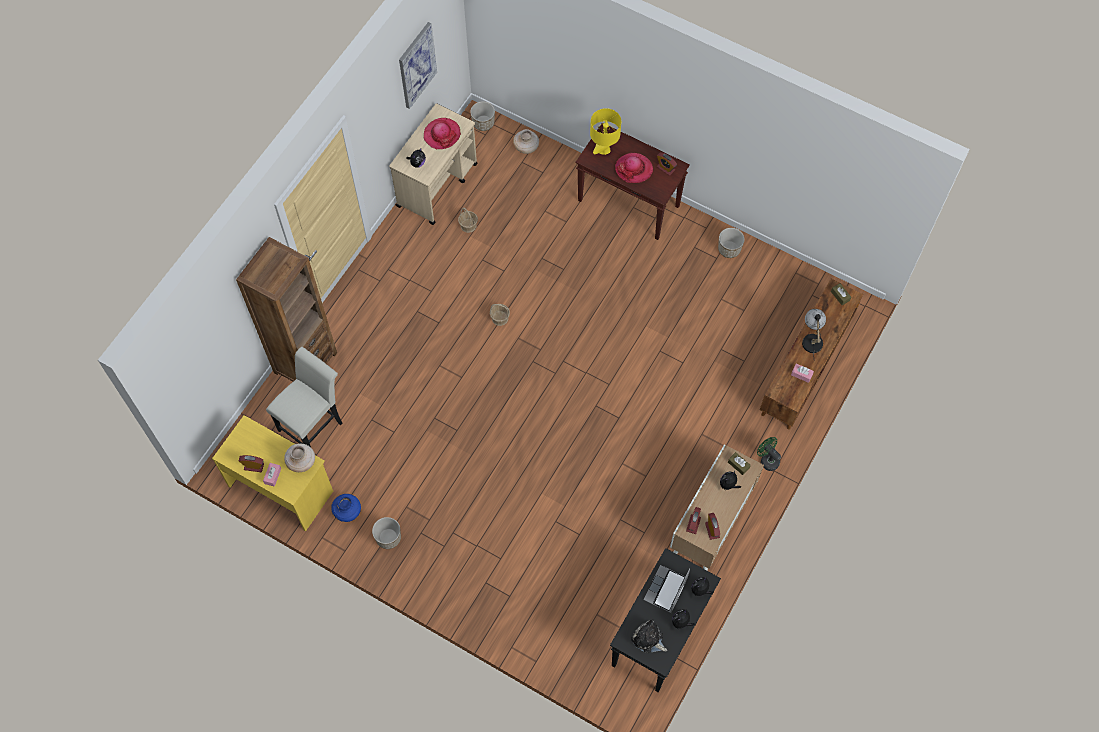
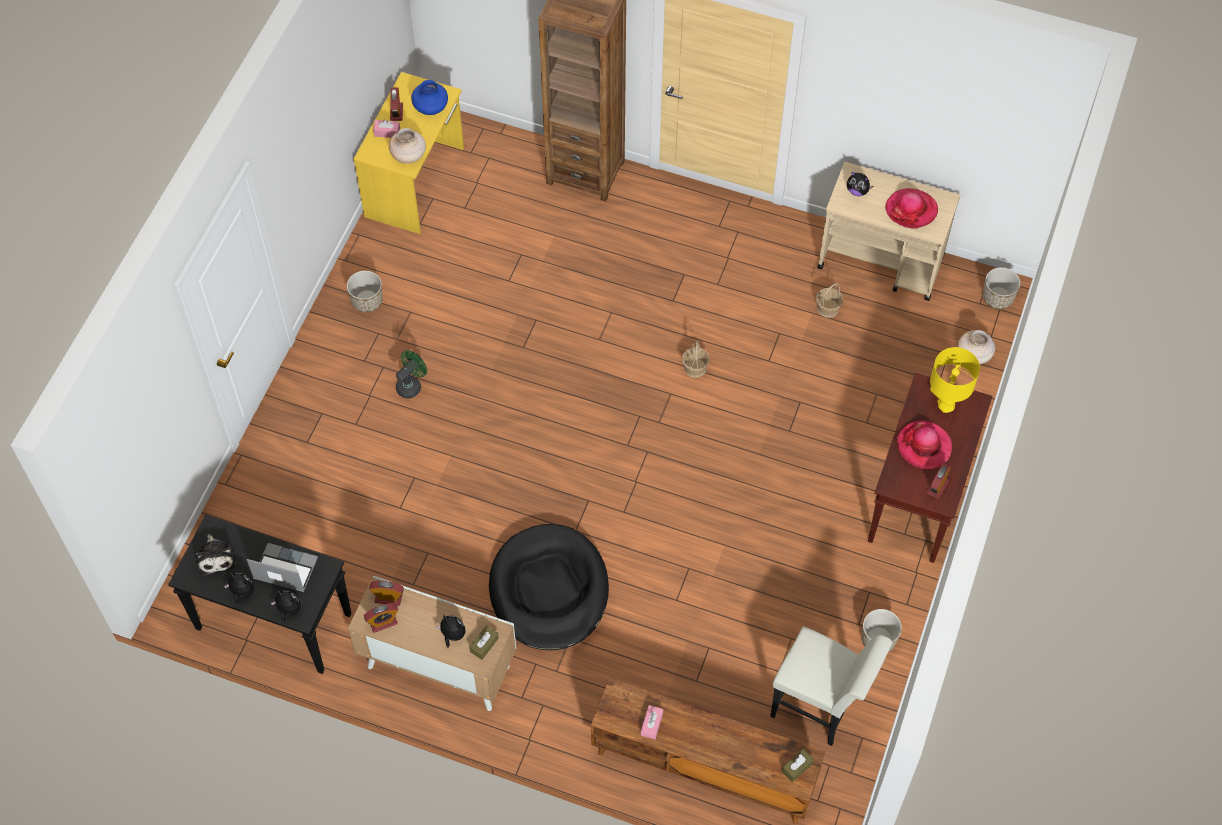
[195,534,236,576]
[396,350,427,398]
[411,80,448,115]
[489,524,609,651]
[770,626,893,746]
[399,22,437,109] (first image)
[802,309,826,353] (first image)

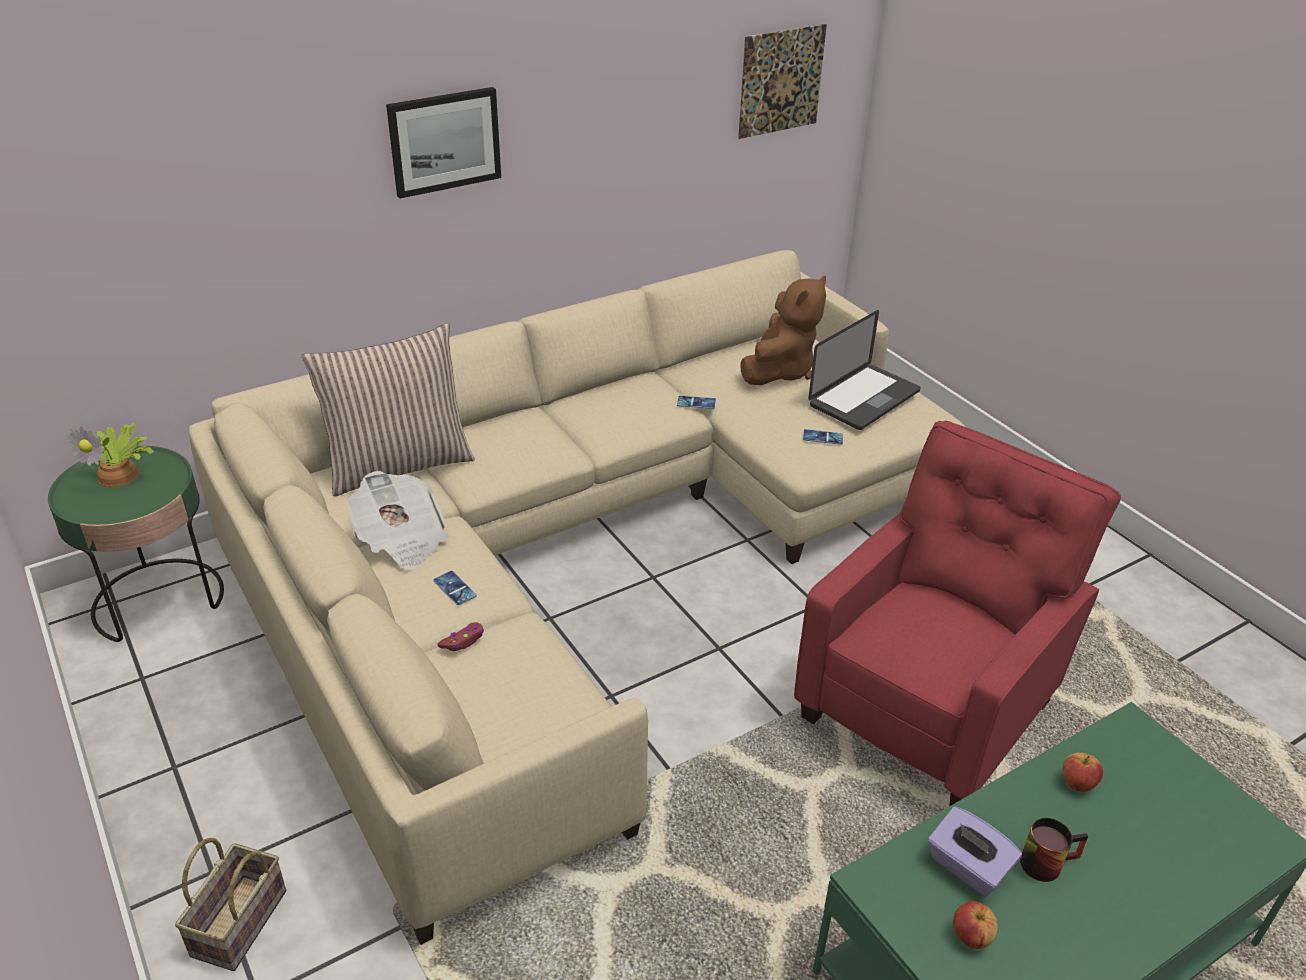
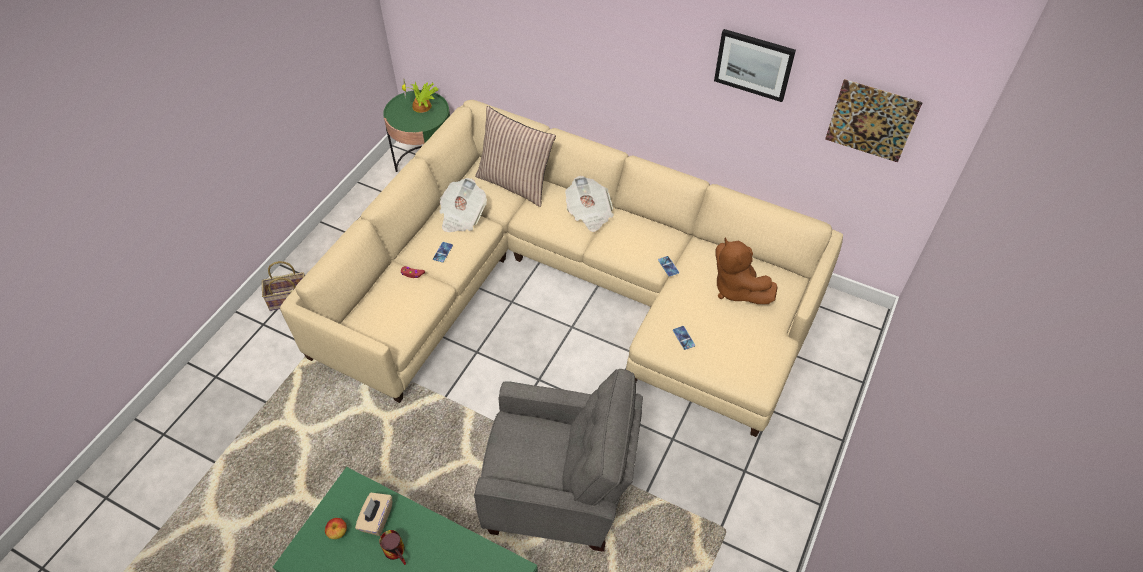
[355,493,392,536]
[474,369,643,552]
[565,176,614,232]
[714,29,796,102]
[715,238,778,304]
[808,310,921,430] (first image)
[1062,753,1103,792] (first image)

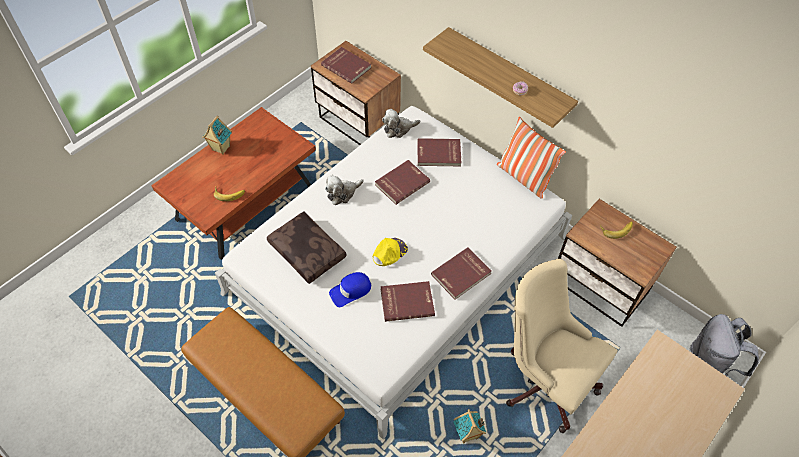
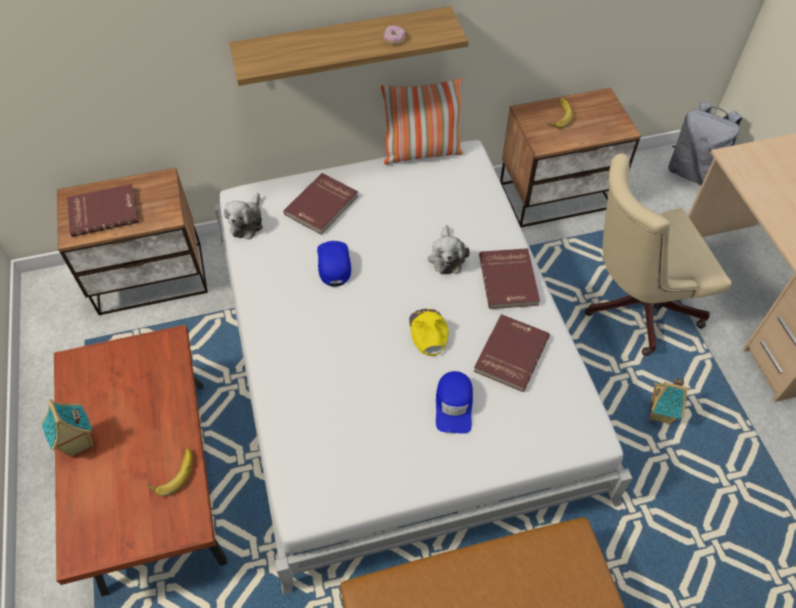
[317,241,351,286]
[428,225,470,274]
[267,212,346,284] (first image)

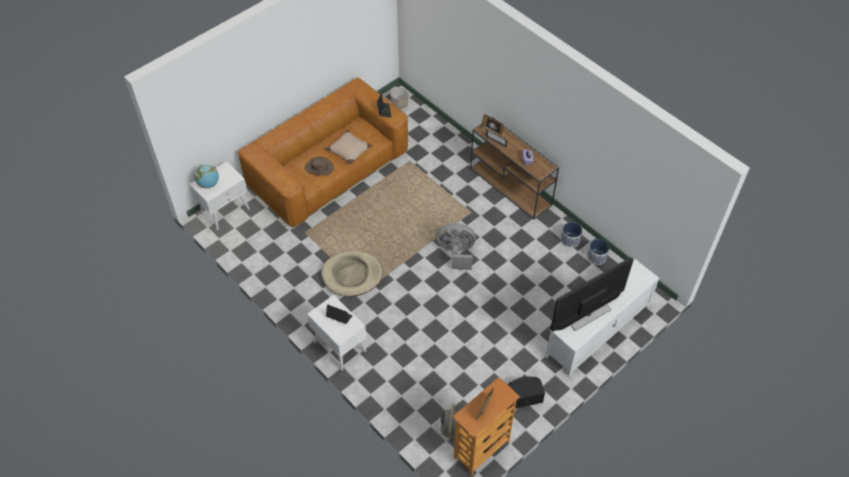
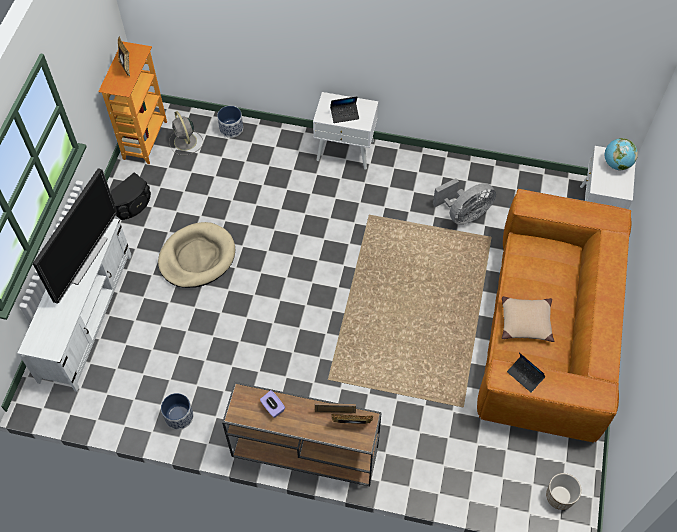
[158,222,235,288]
[217,106,243,138]
[433,178,496,225]
[305,157,334,176] (first image)

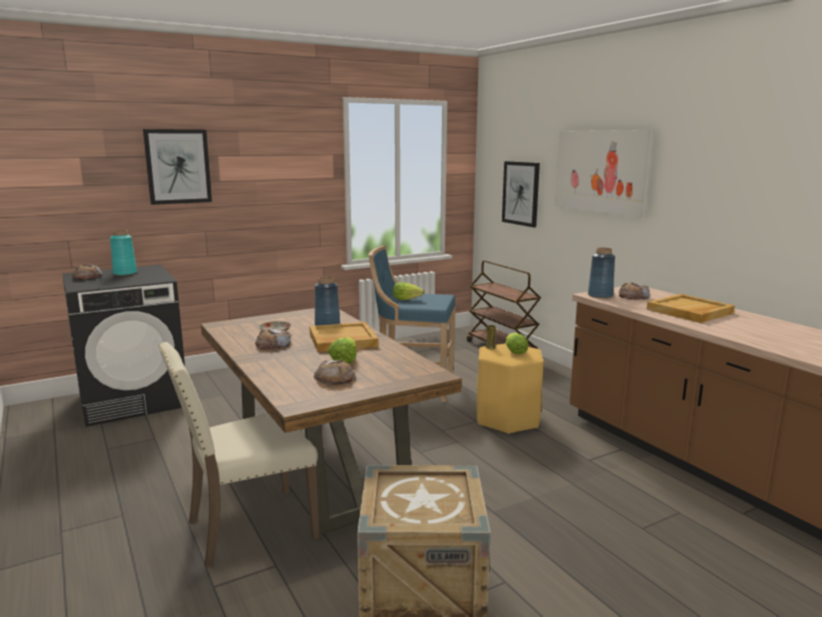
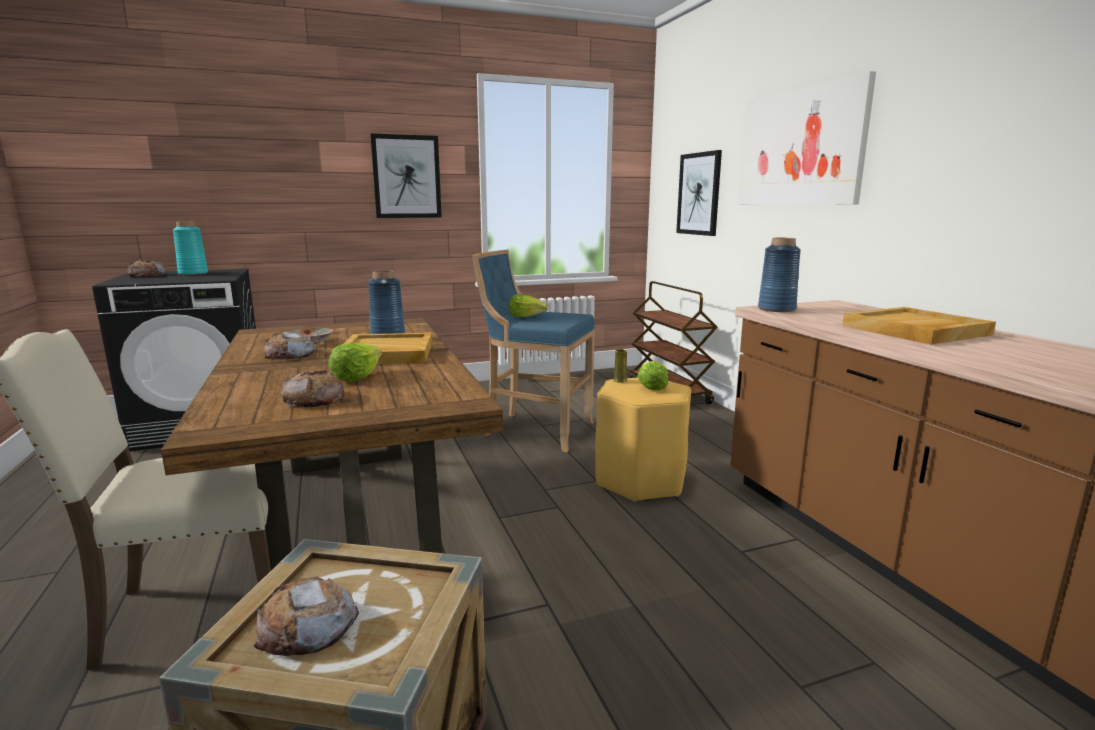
[254,577,359,656]
[370,133,442,218]

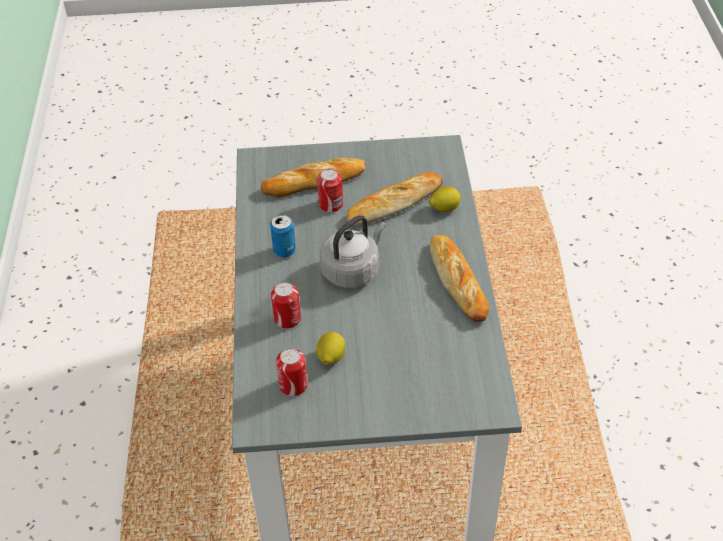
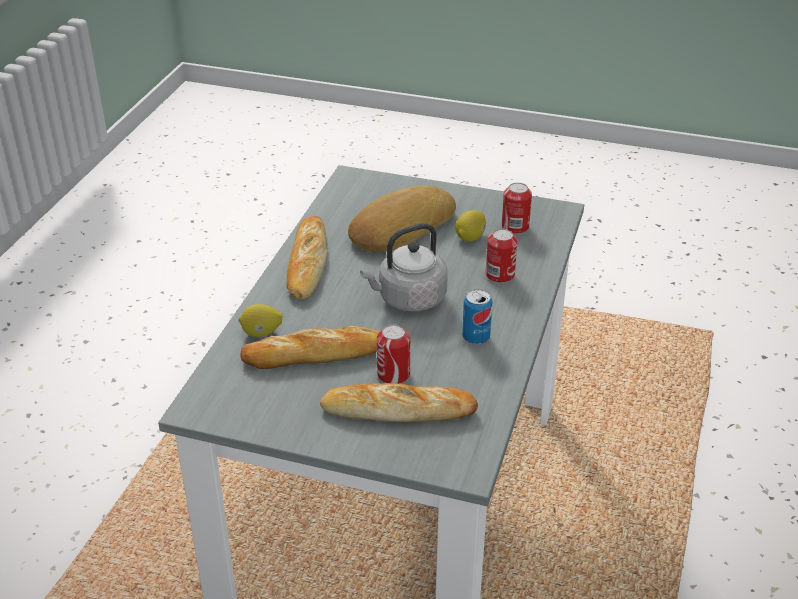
[348,186,456,252]

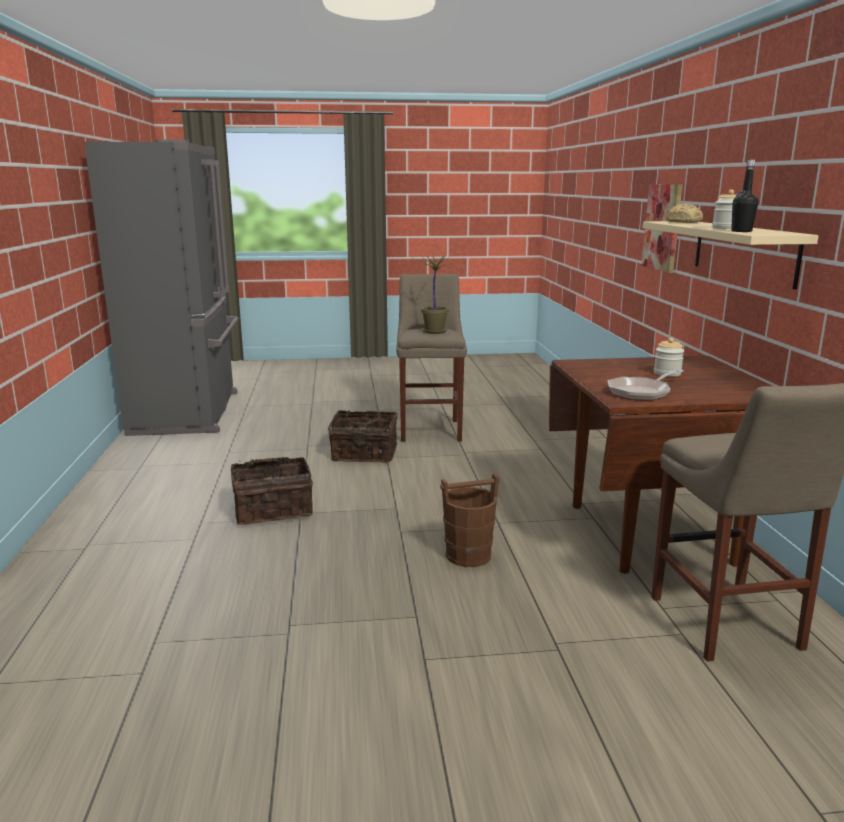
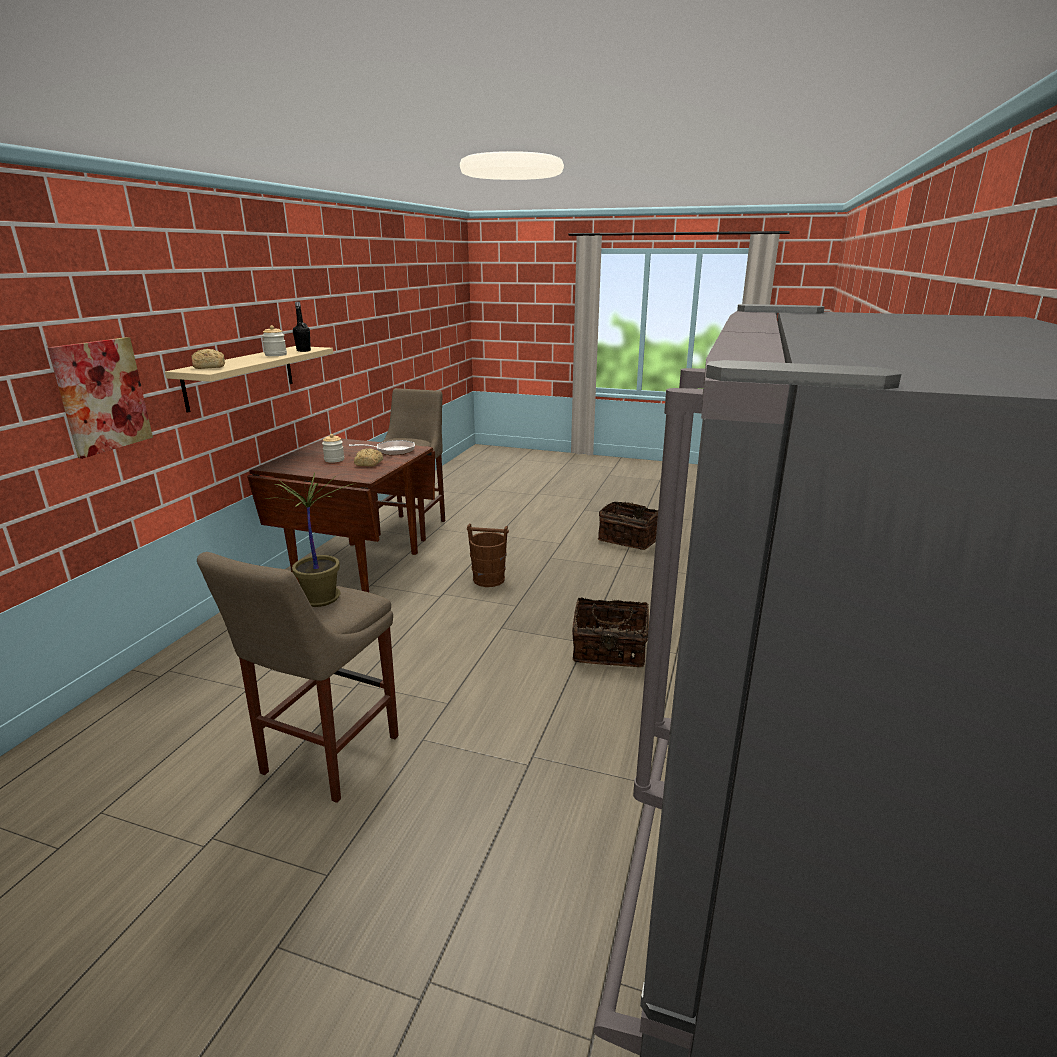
[354,448,383,467]
[598,501,658,550]

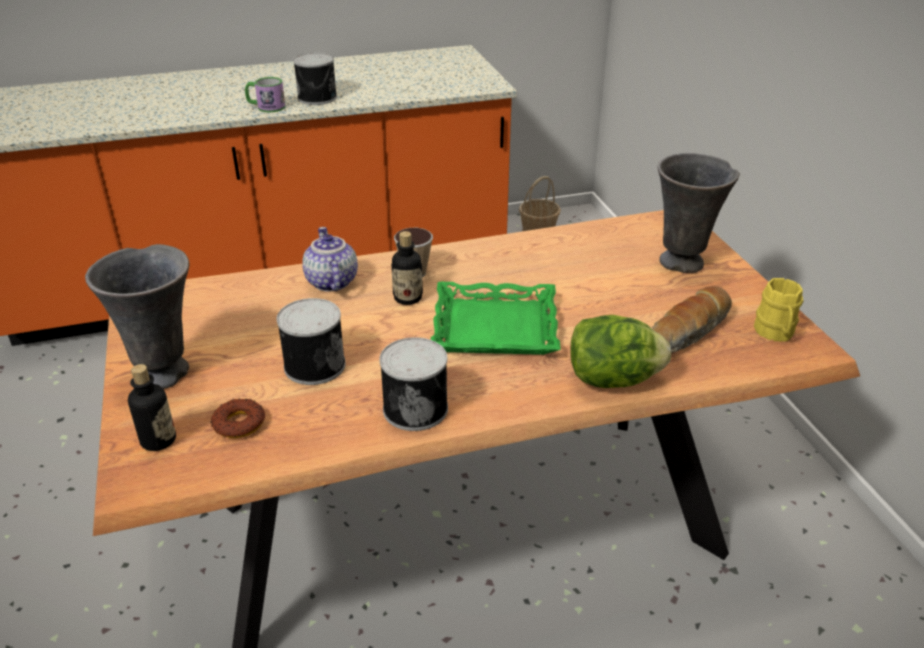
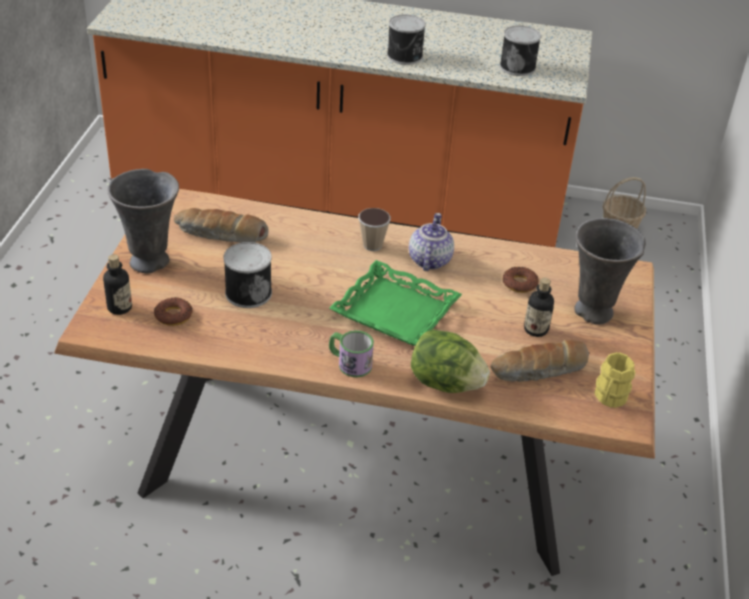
[174,208,269,243]
[329,330,374,377]
[409,213,454,271]
[500,26,541,76]
[503,267,538,293]
[524,278,554,337]

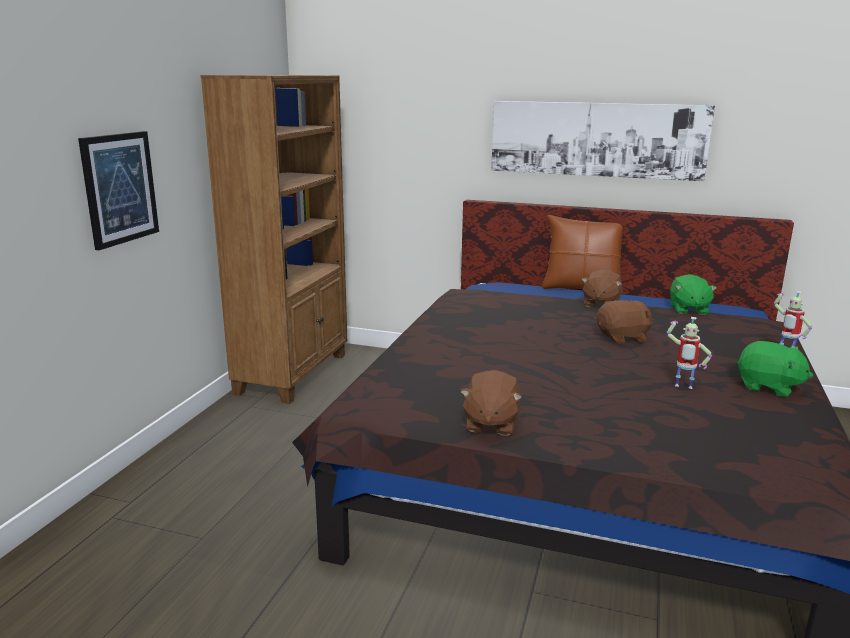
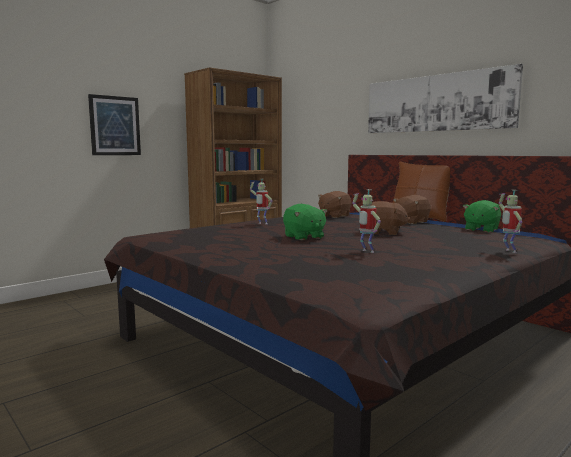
[250,179,273,224]
[283,204,327,241]
[318,191,351,218]

